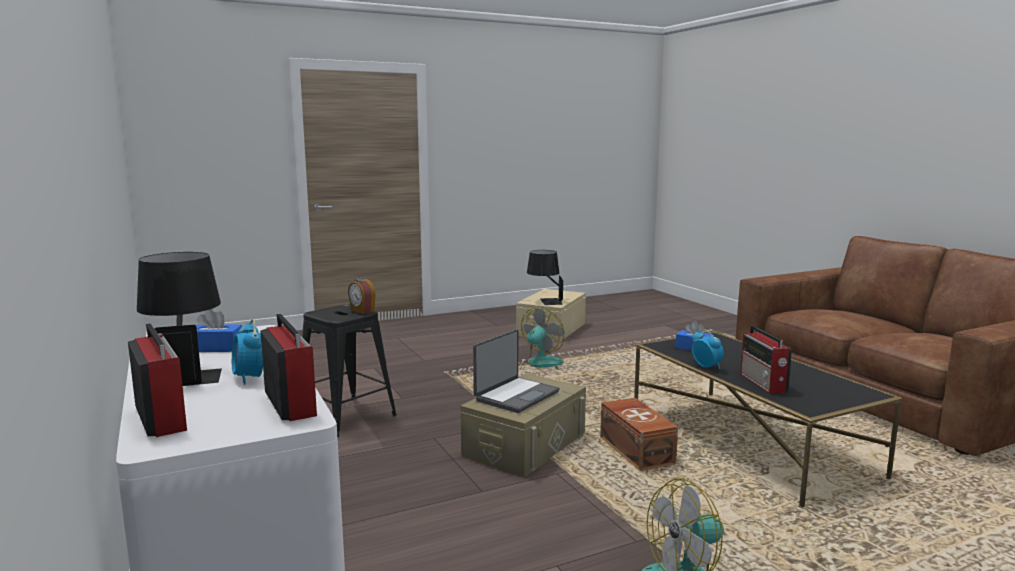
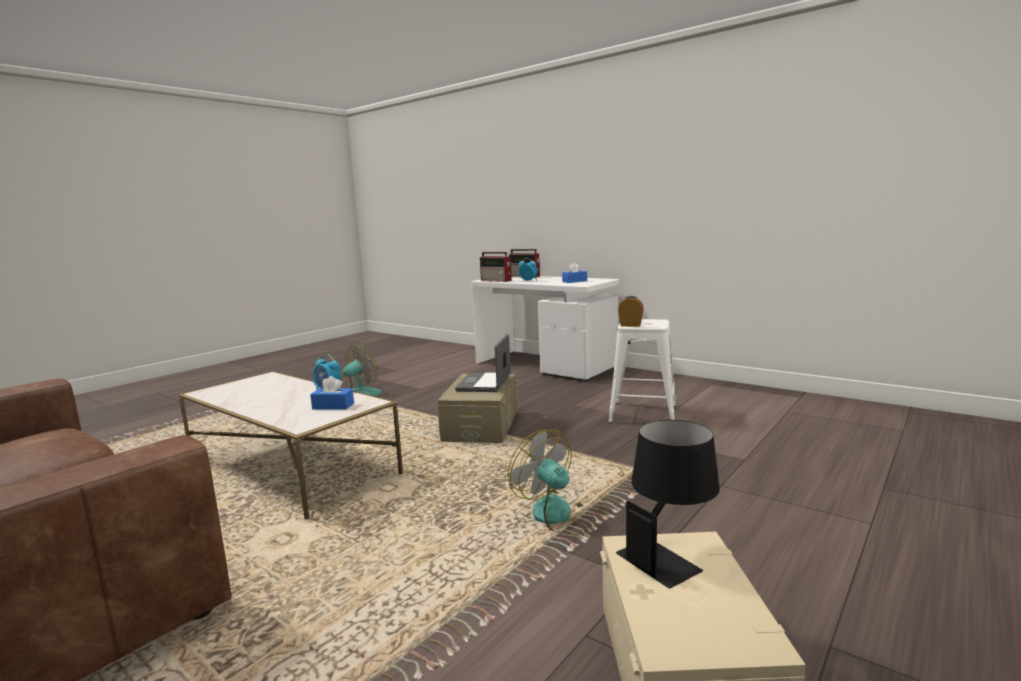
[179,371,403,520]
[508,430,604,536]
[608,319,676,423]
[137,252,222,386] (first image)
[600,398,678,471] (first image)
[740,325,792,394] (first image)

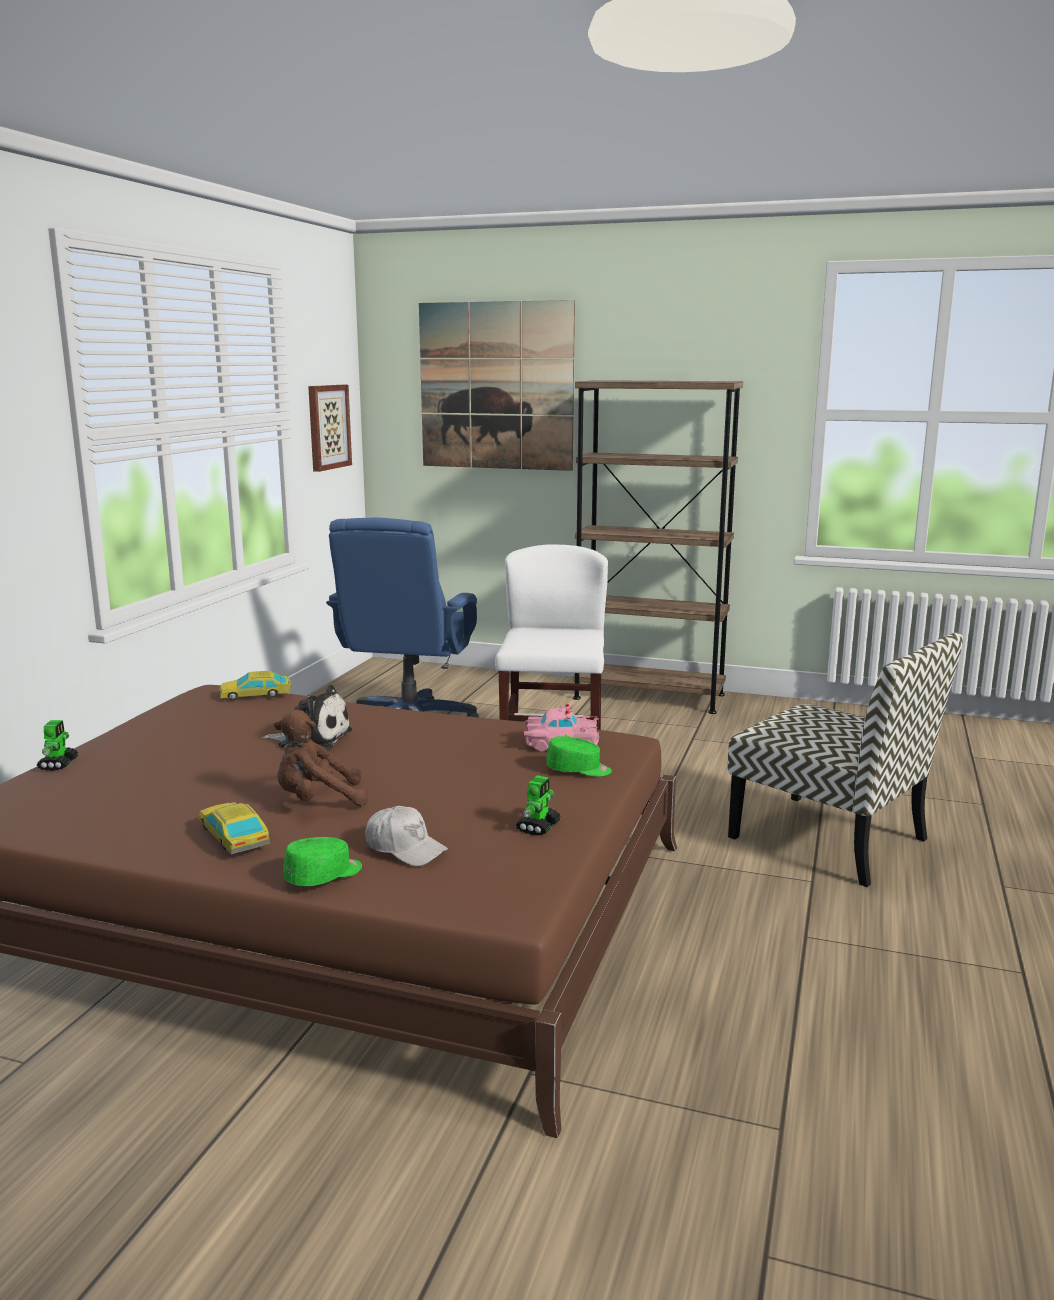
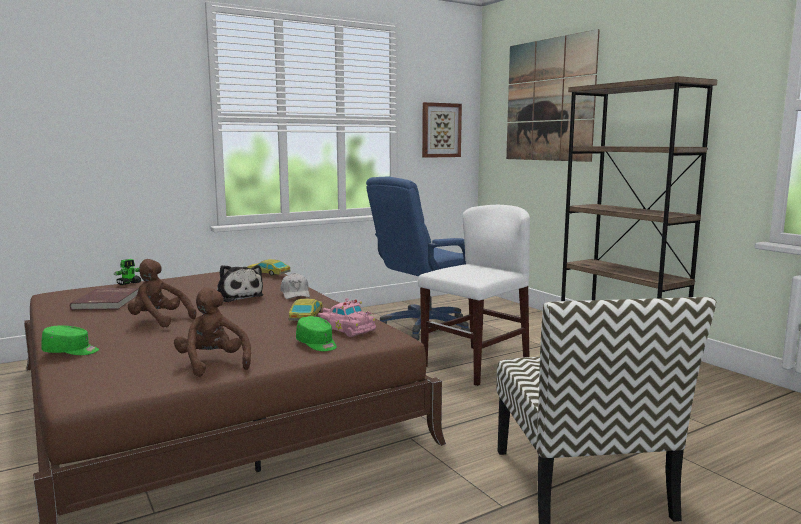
[70,288,139,310]
[174,287,251,377]
[281,273,310,299]
[289,299,323,321]

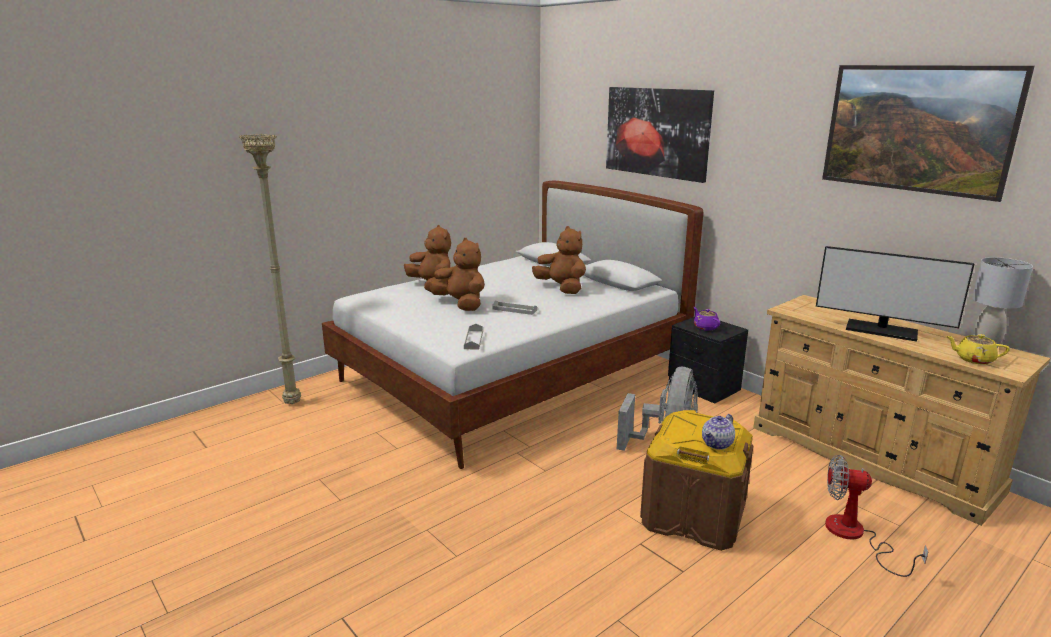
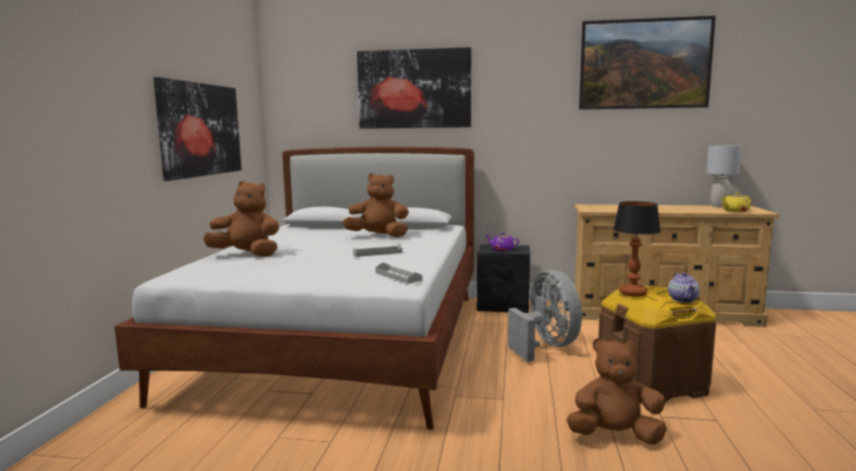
[153,77,242,181]
[566,338,666,444]
[613,201,661,296]
[239,134,301,404] (first image)
[816,246,975,342] (first image)
[825,455,928,577] (first image)

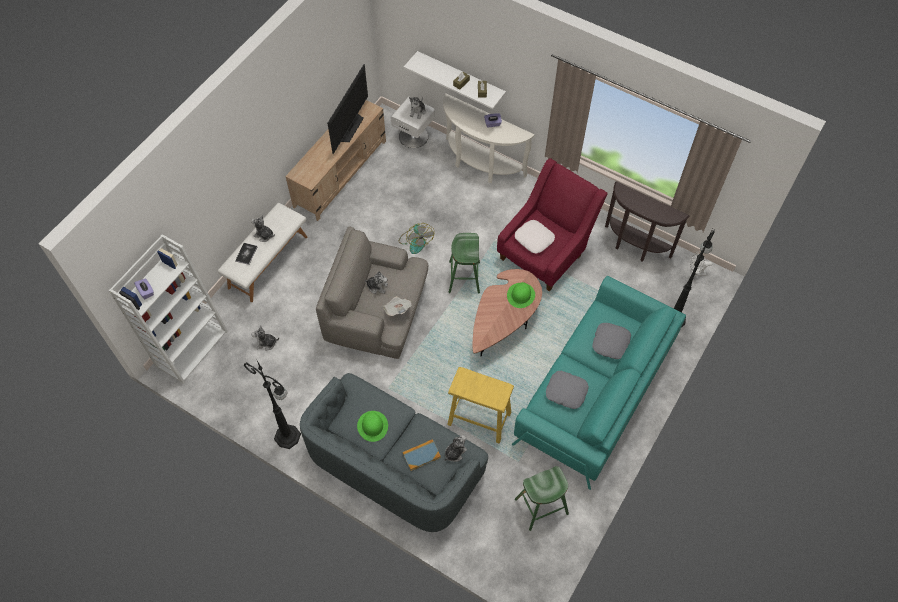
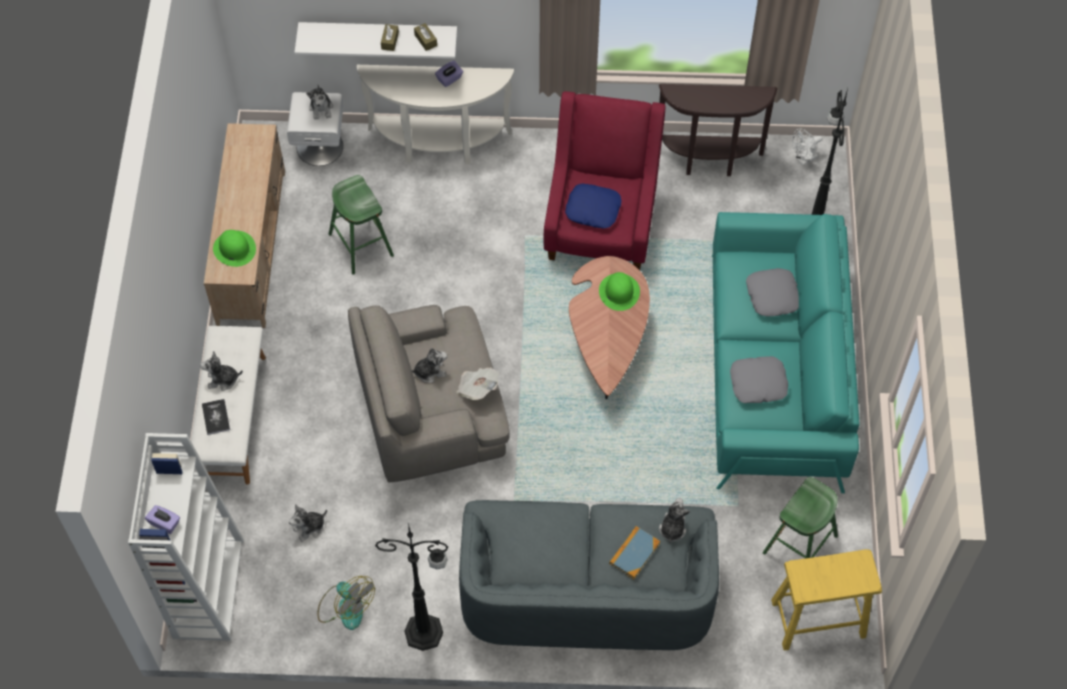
[213,230,256,267]
[318,576,375,630]
[329,175,394,275]
[565,184,621,228]
[771,549,882,651]
[327,64,368,154] (first image)

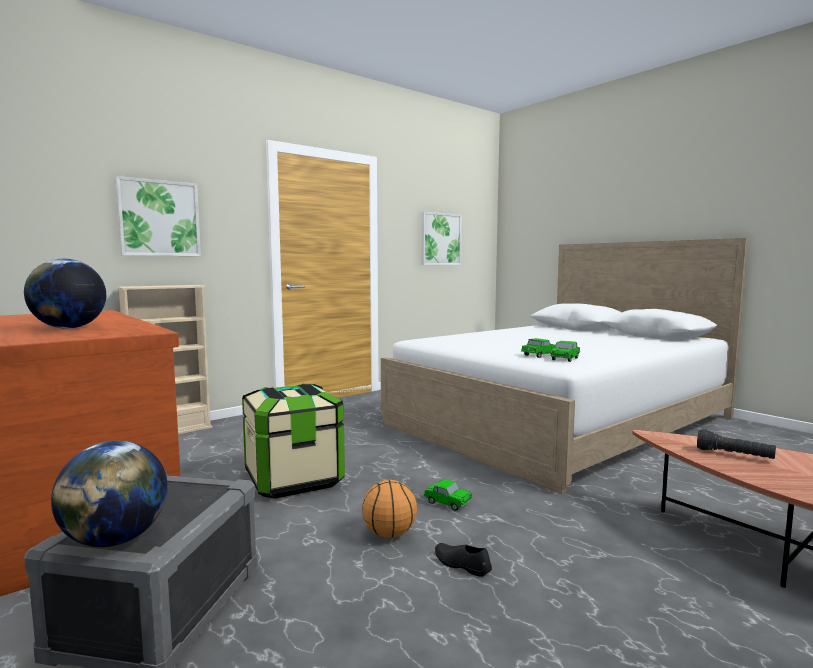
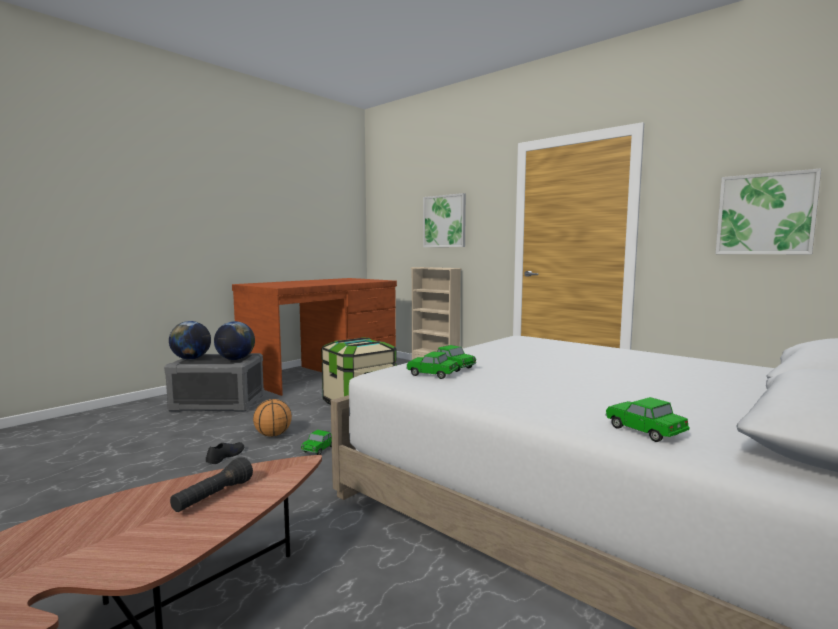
[214,321,255,360]
[605,397,689,442]

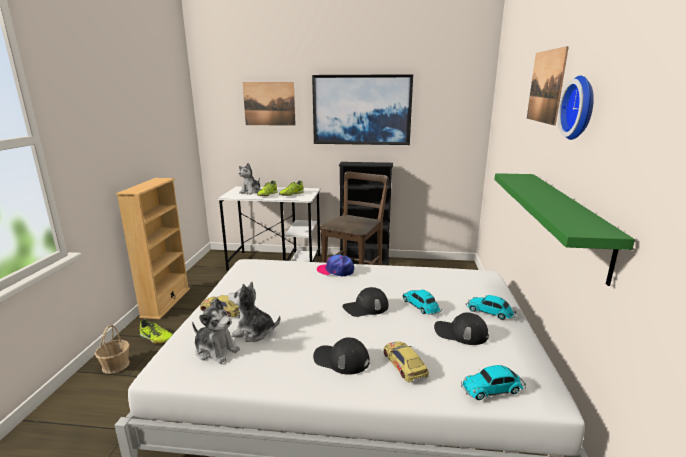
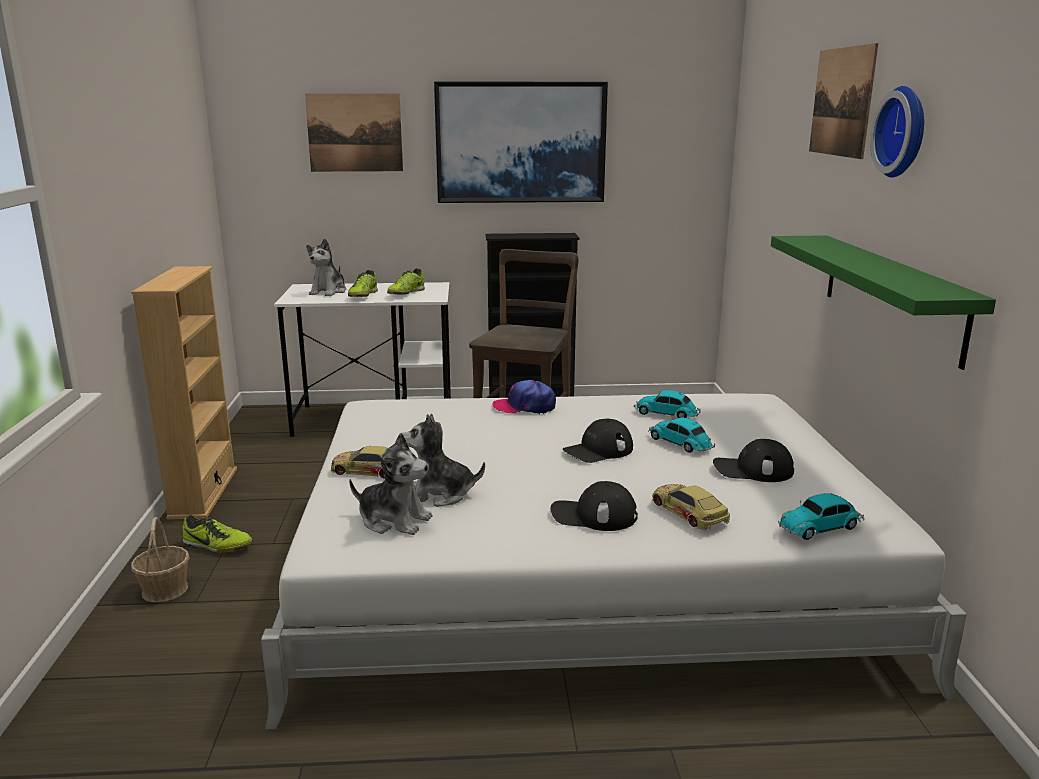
[634,390,701,418]

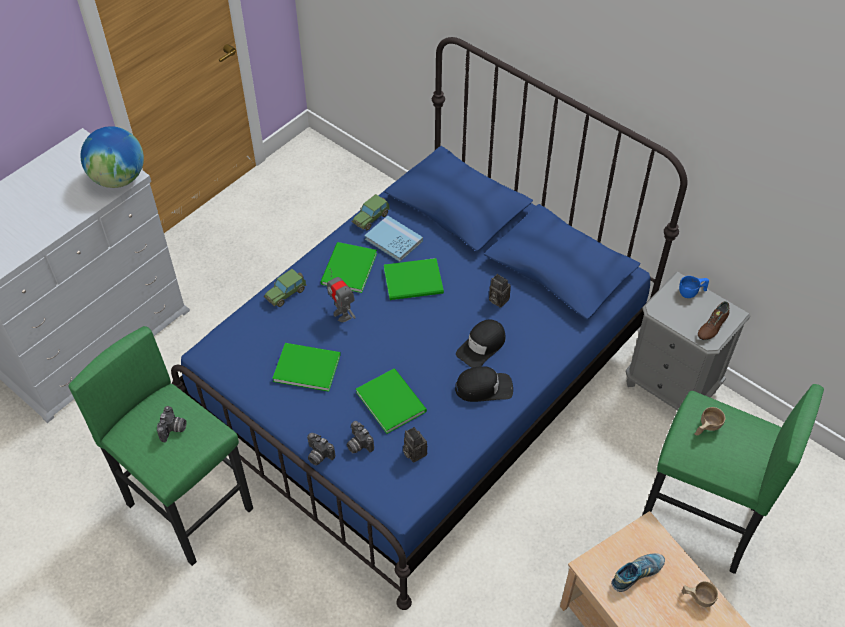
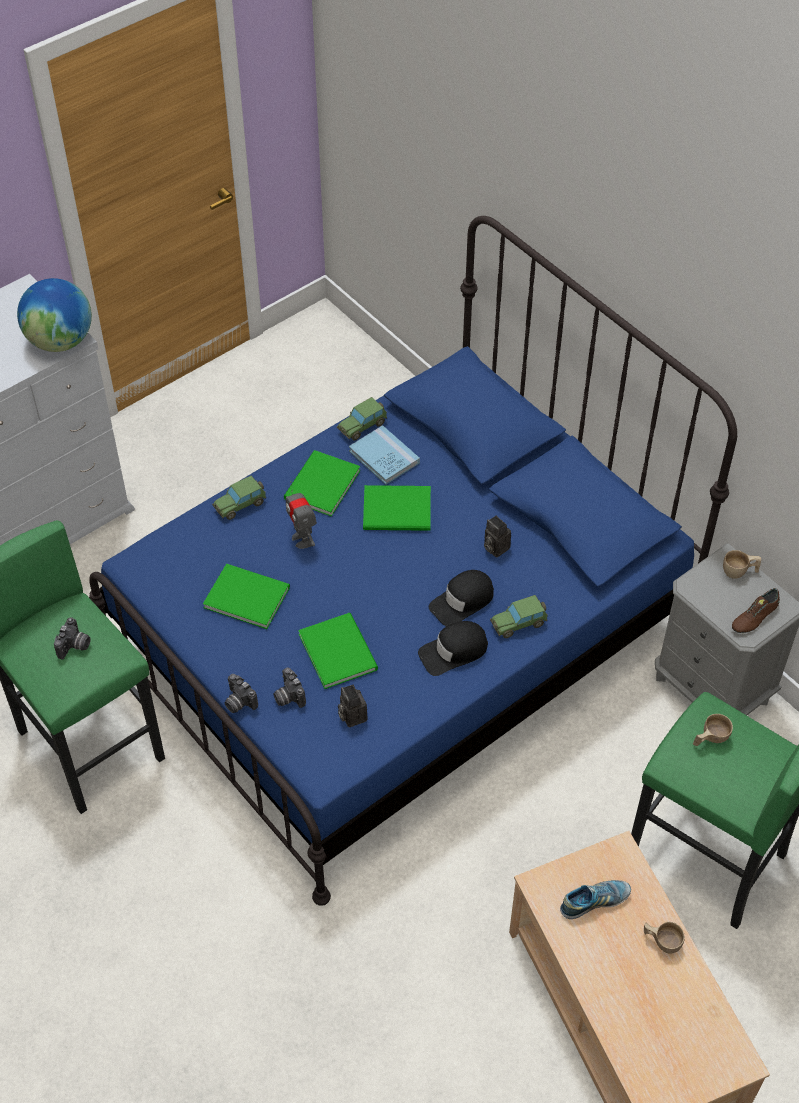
[418,621,488,676]
[490,595,548,638]
[723,550,761,579]

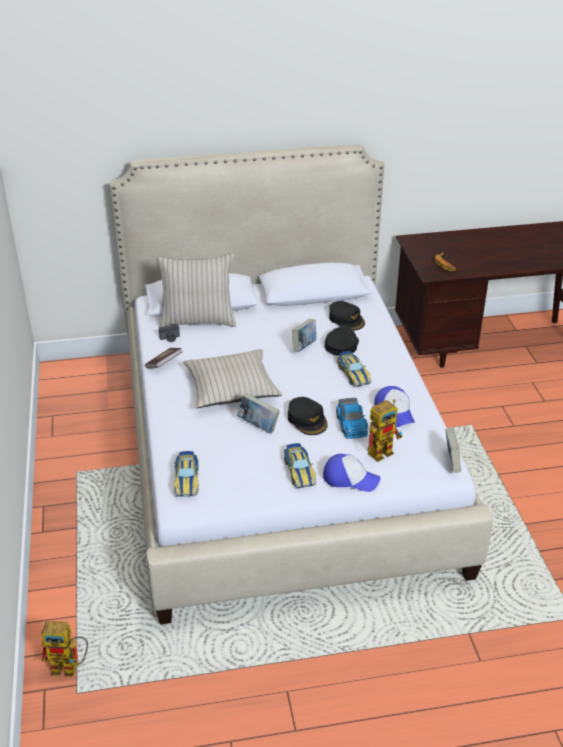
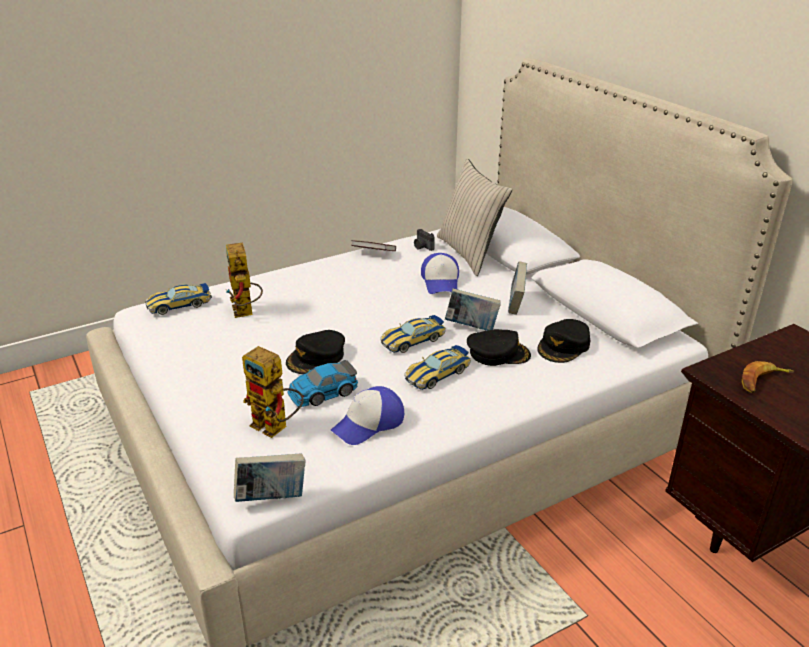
[226,243,263,318]
[381,315,446,353]
[421,253,459,294]
[508,261,527,315]
[183,349,282,408] (first image)

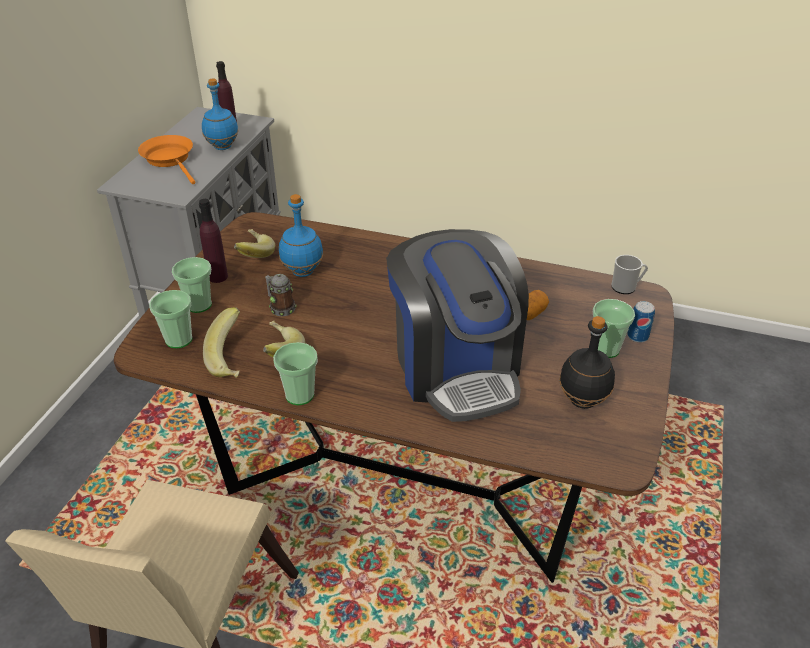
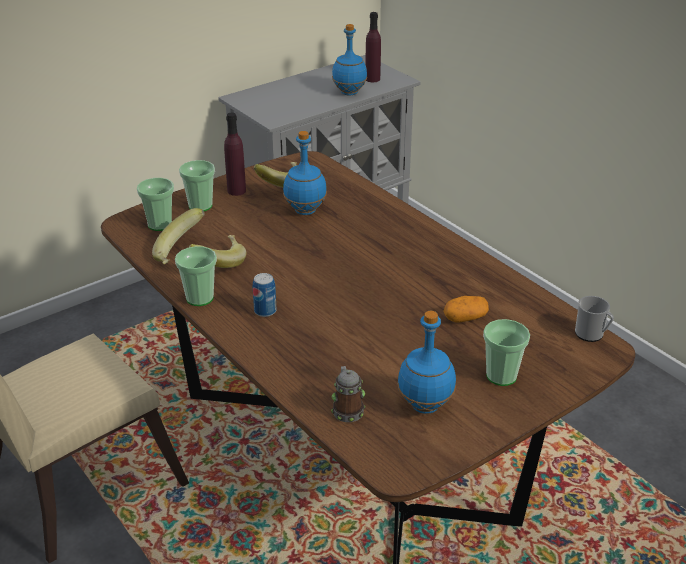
[253,273,276,317]
[331,366,365,422]
[397,311,456,414]
[138,135,195,184] (first image)
[386,229,529,422] (first image)

